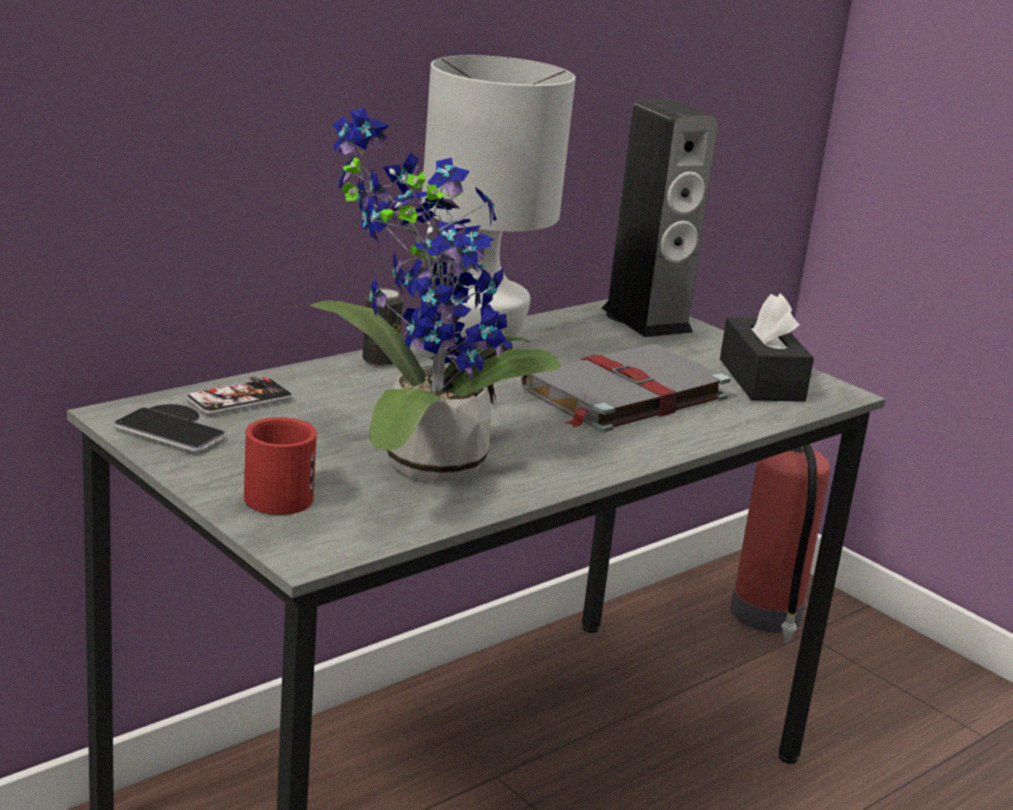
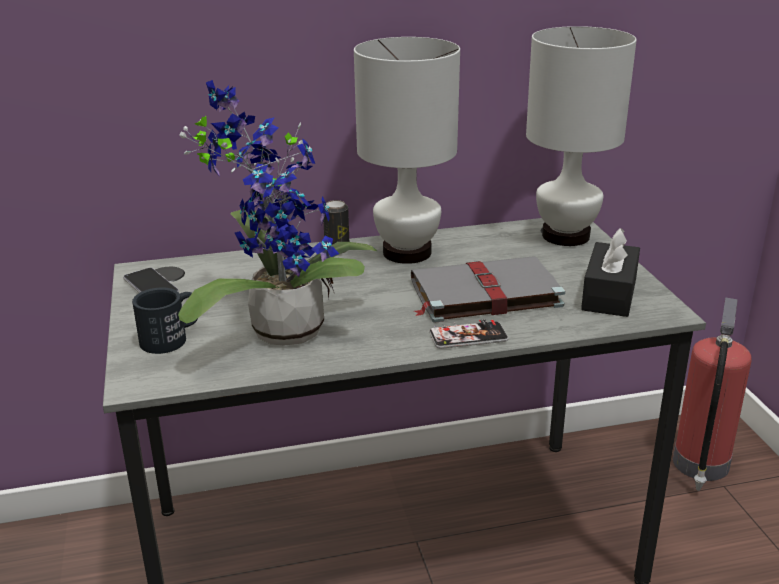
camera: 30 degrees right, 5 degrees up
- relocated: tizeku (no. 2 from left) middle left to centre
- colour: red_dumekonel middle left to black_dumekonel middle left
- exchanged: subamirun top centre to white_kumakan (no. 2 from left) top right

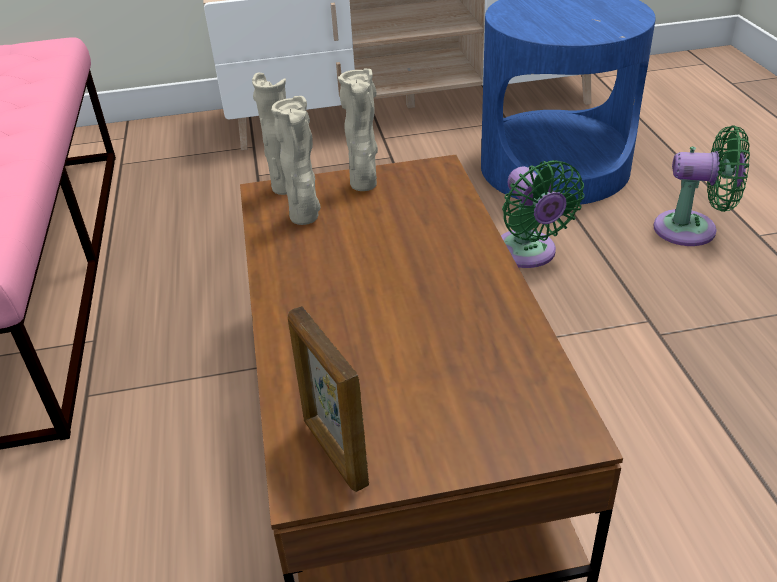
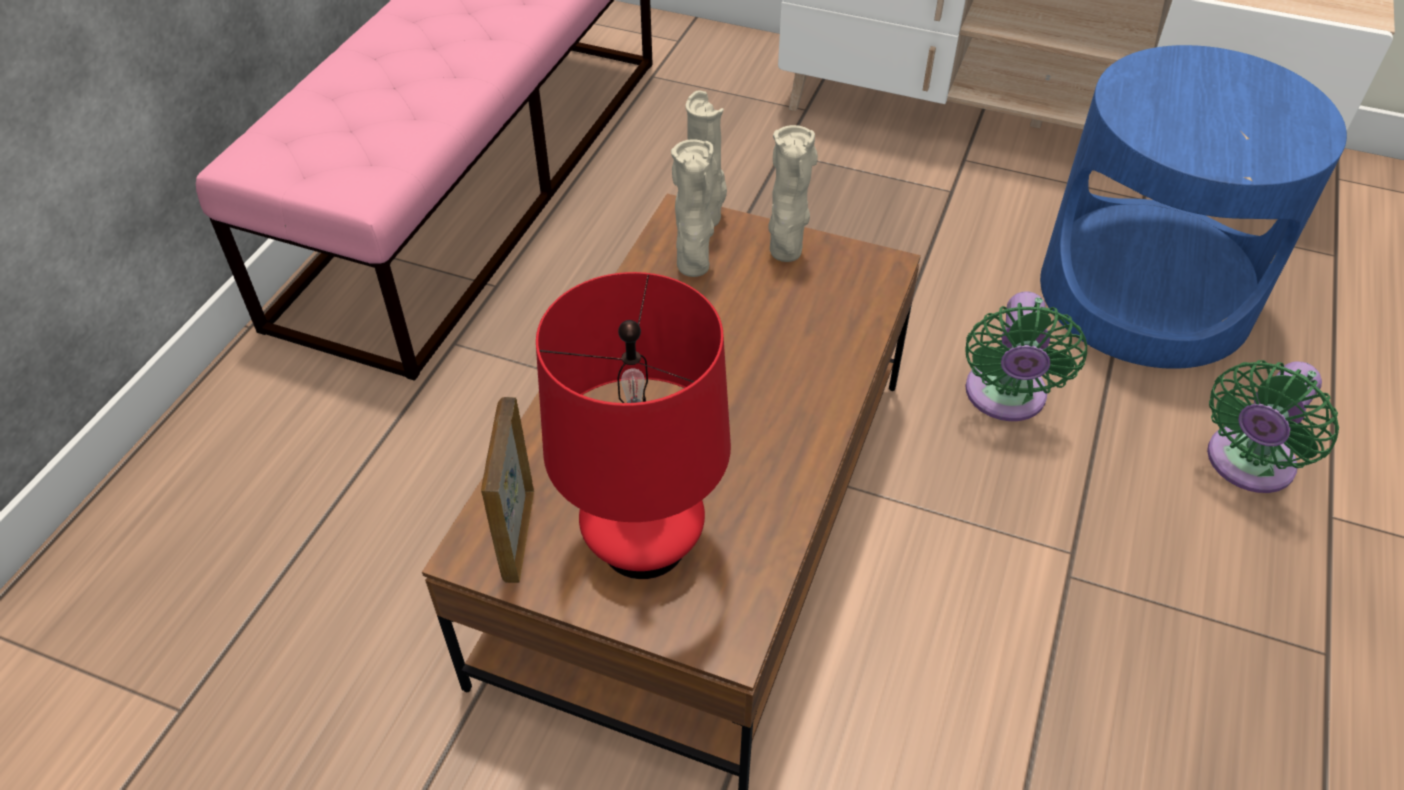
camera: 30 degrees right, 10 degrees up
- spun: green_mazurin (no. 2 from left) top right = middle right 90 degrees clockwise
- appeared: red_kumakan centre

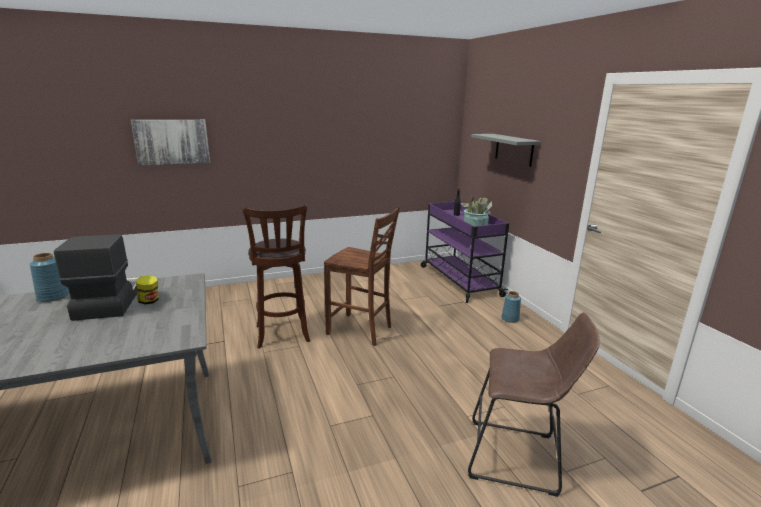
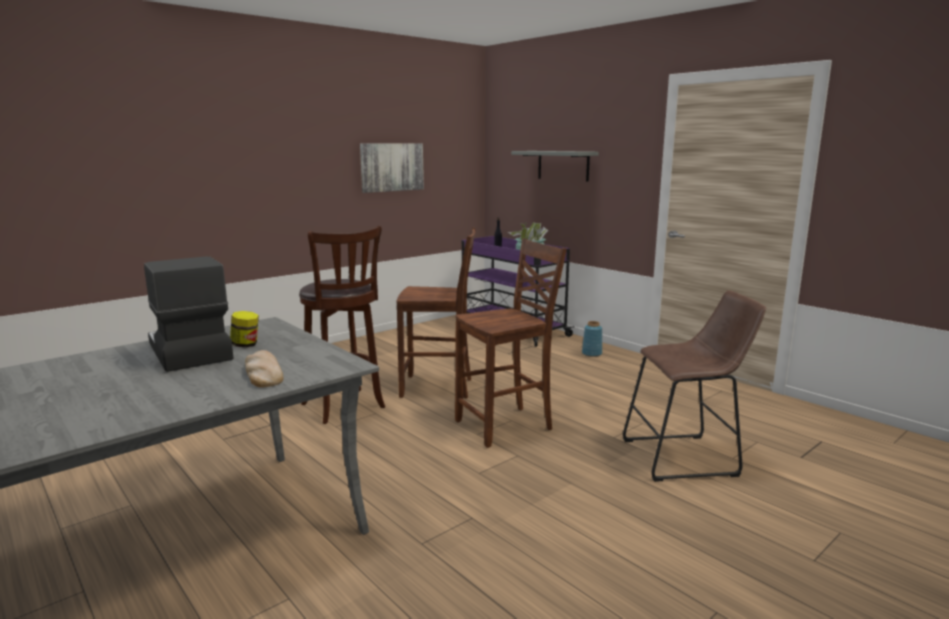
camera: 20 degrees left, 5 degrees down
- missing: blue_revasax (no. 1 from left) middle left
- relocated: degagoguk top left to top centre
- appeared: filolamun middle left
- appeared: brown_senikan (no. 2 from left) centre

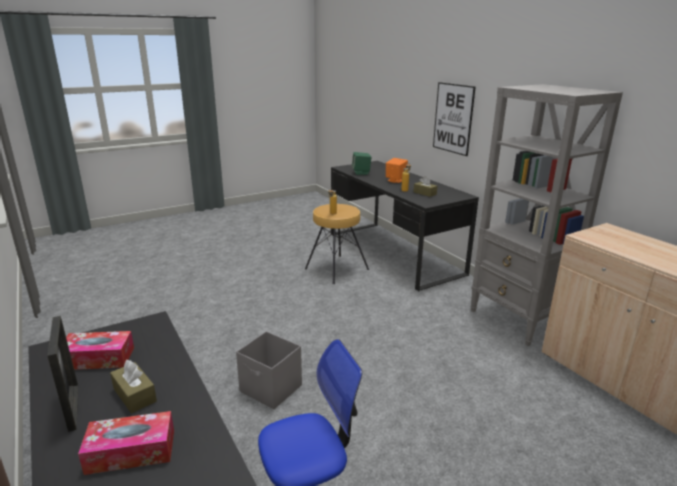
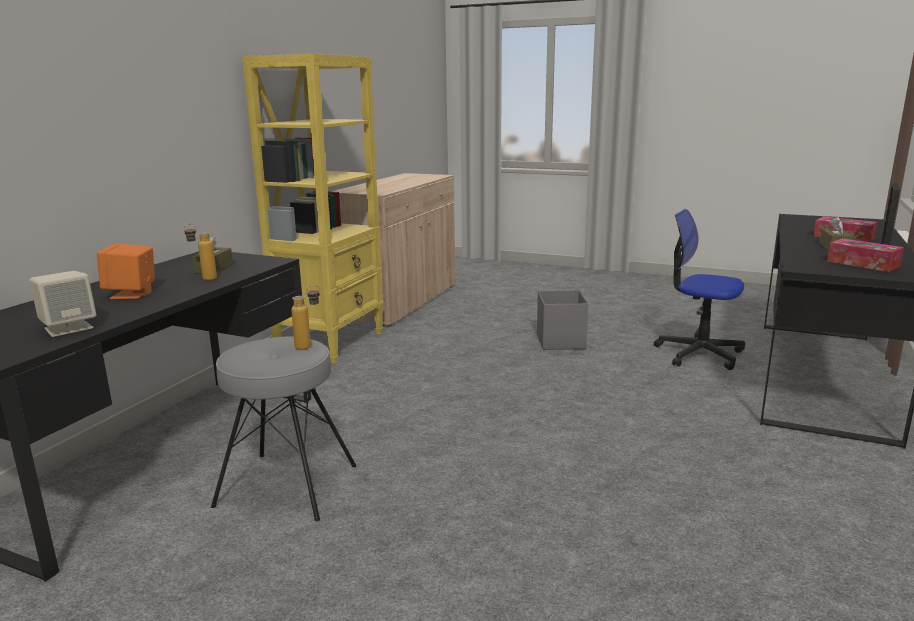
camera: 125 degrees left, 5 degrees down
- relocated: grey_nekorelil bottom centre to centre
- colour: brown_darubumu centre to grey_darubumu bottom left
- colour: green_subamirun centre to beige_subamirun middle left
- missing: degagoguk top right
- colour: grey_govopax middle right to yellow_govopax centre

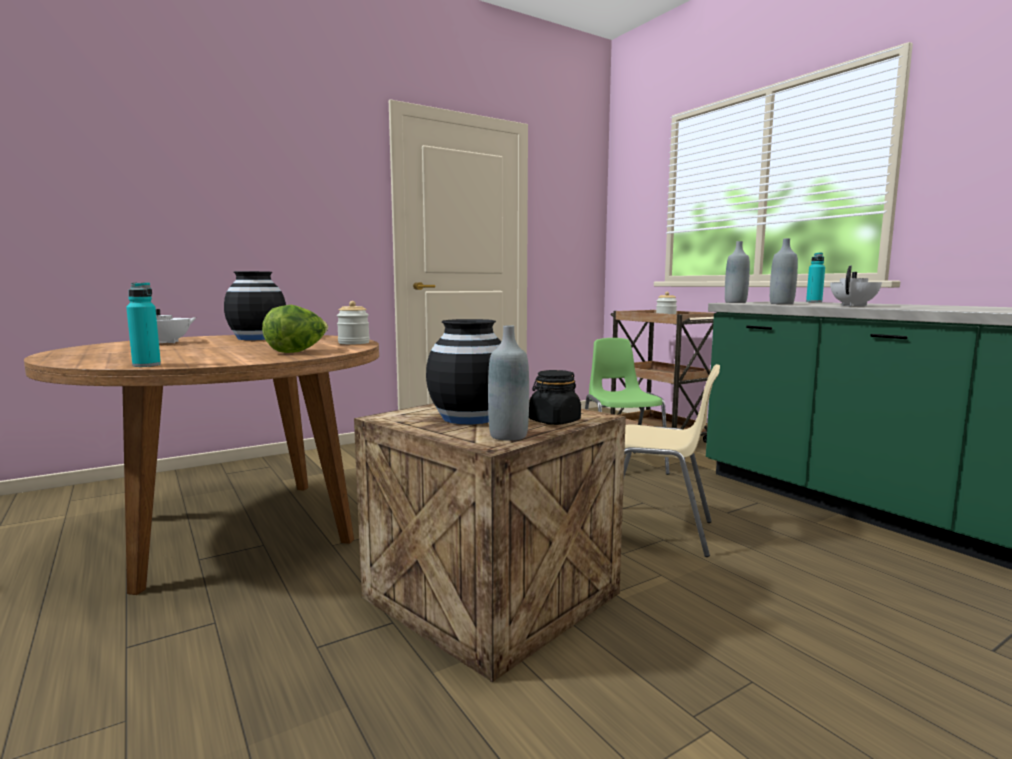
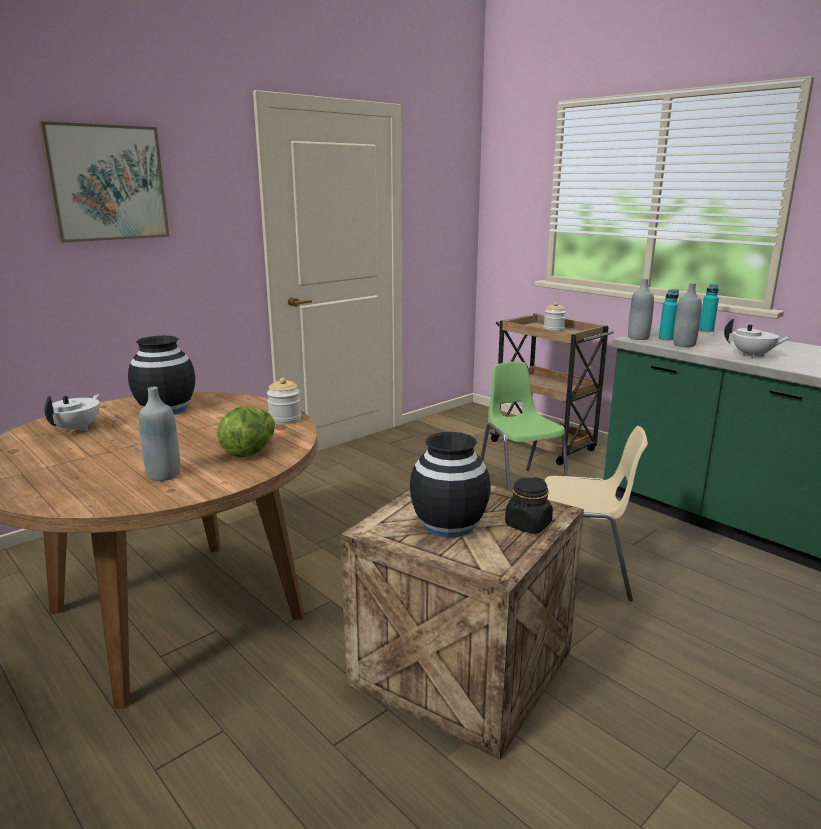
camera: 10 degrees left, 10 degrees up
- relocated: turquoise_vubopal (no. 1 from left) middle left to middle right
- relocated: grey_vubopal (no. 1 from left) centre to middle left
- spun: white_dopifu (no. 2 from left) middle right = middle right 75 degrees clockwise
- appeared: degagoguk top left

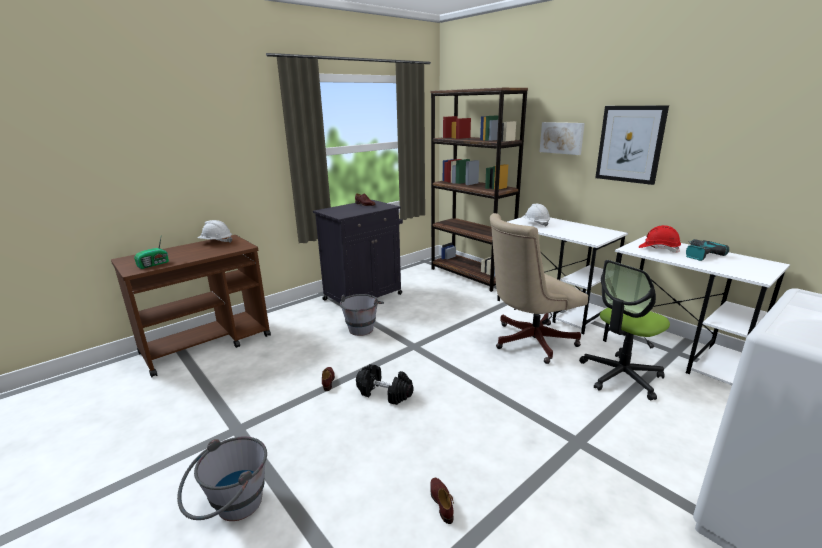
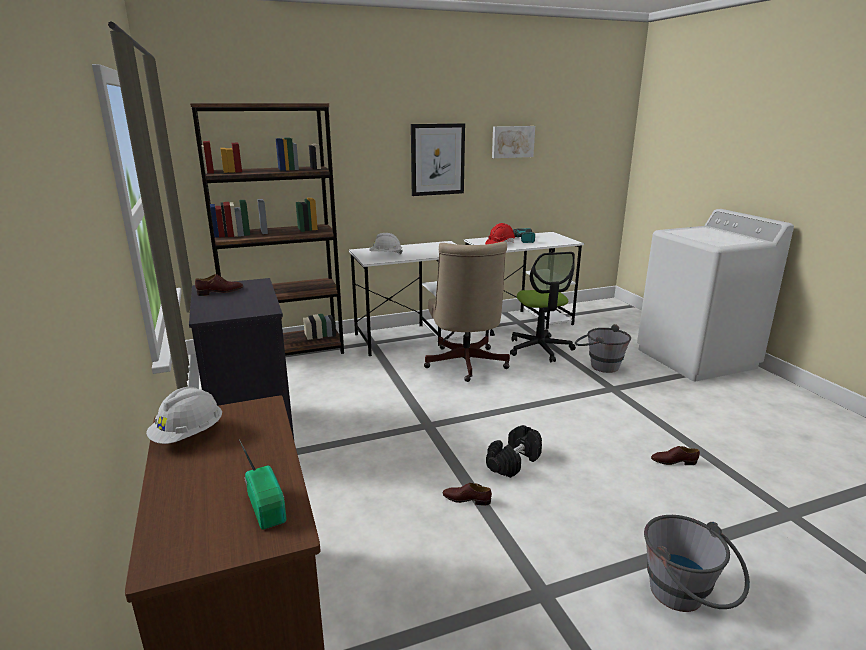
camera: 70 degrees left, 0 degrees up
- relocated: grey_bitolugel (no. 2 from left in the first image) centre to grey_bitolugel (no. 1 from left) middle right
- relocated: degagoguk (no. 1 from left in the first image) top right to degagoguk (no. 2 from left) top centre

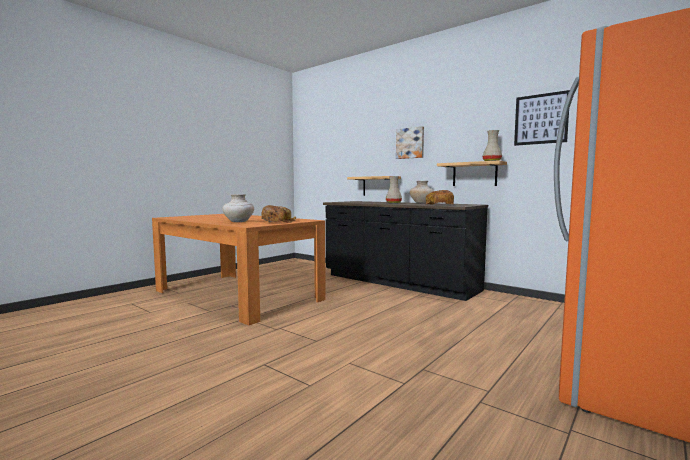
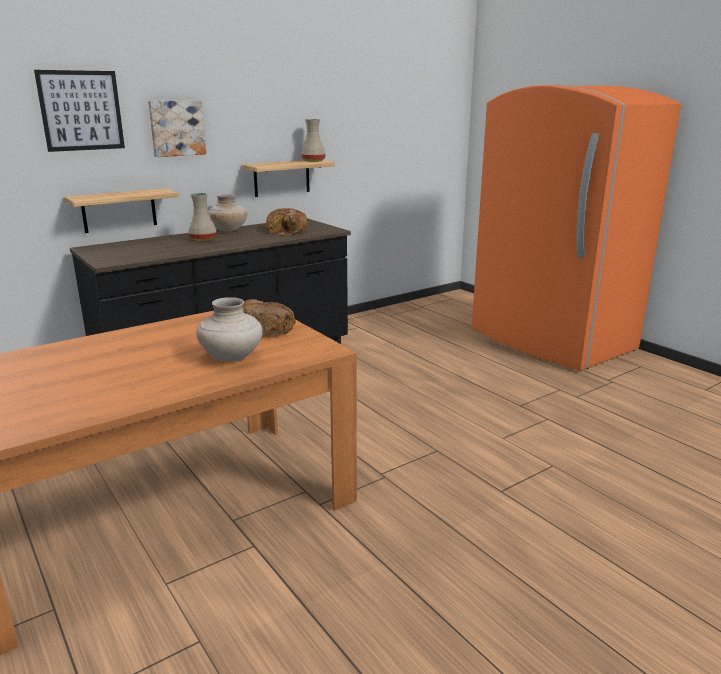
camera: 75 degrees left, 15 degrees up
- relocated: degagoguk (no. 2 from left in the first image) top right to degagoguk (no. 1 from left) top left

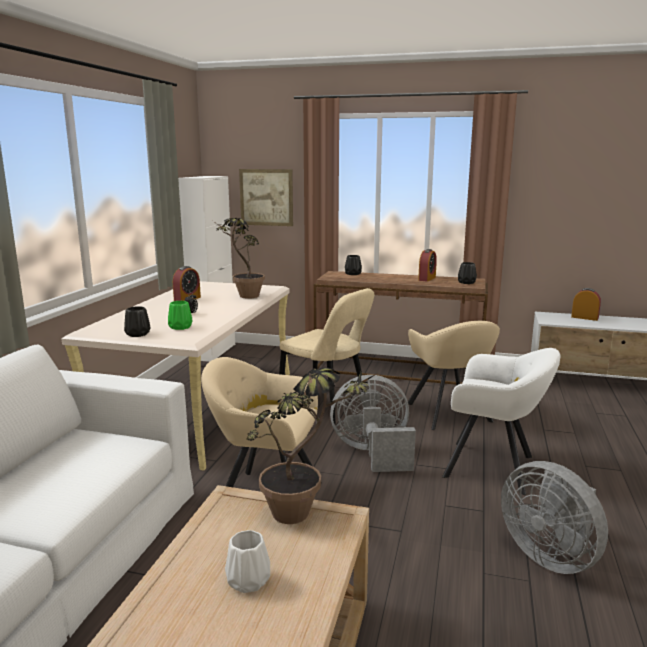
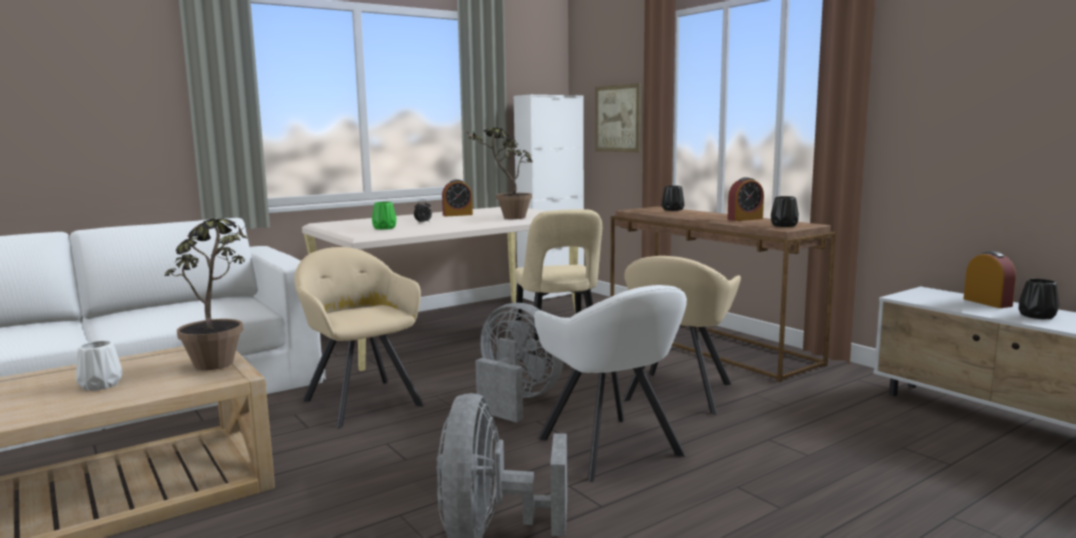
camera: 40 degrees right, 5 degrees down
- relocated: black_revasax (no. 1 from left in the first image) middle left to black_revasax (no. 3 from left) middle right

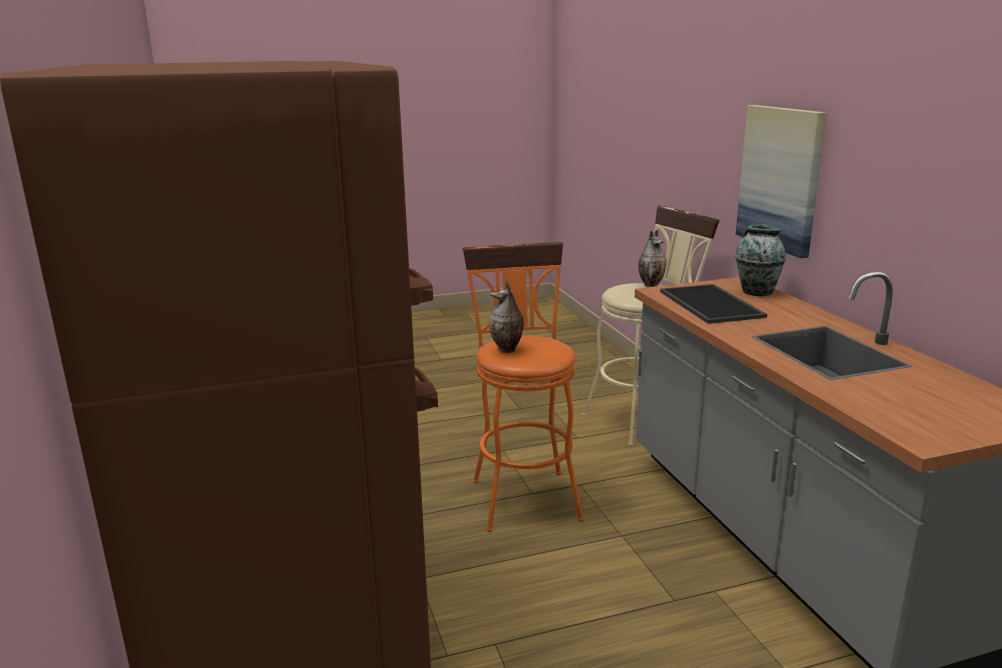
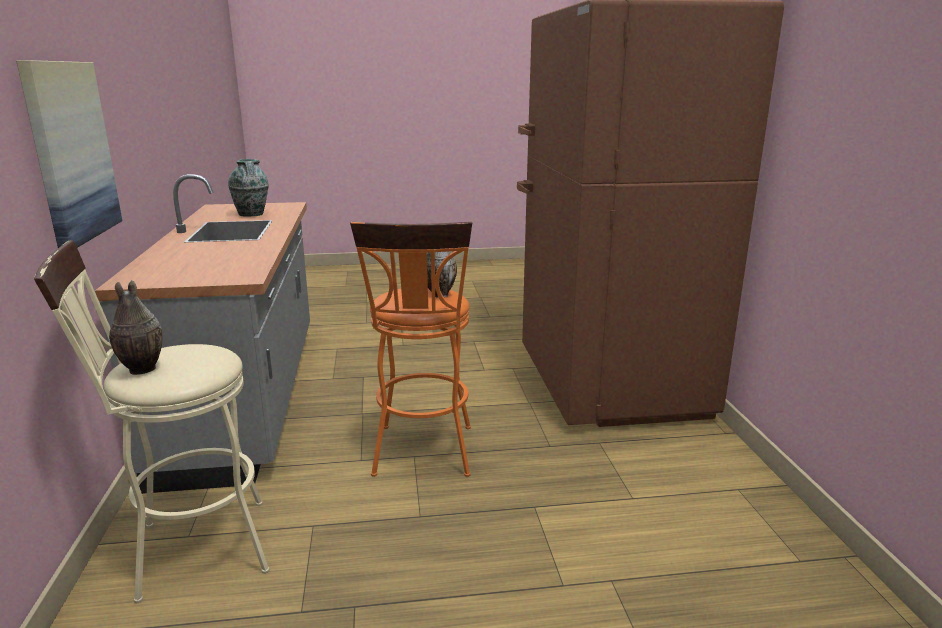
camera: 170 degrees left, 0 degrees up
- missing: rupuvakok middle right
- relocated: revasax (no. 3 from left in the first image) middle right to revasax (no. 2 from left) top left

